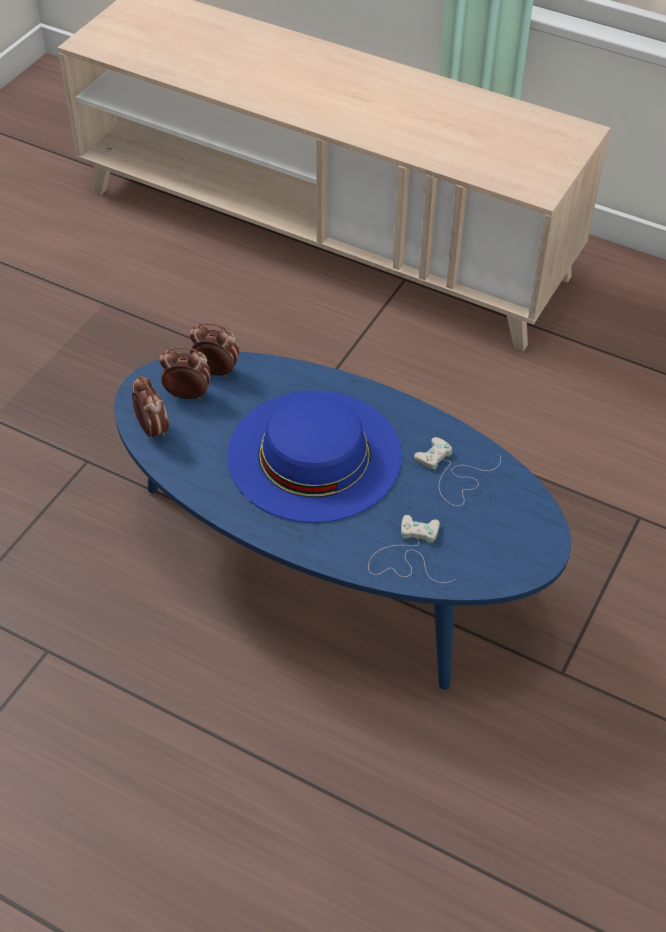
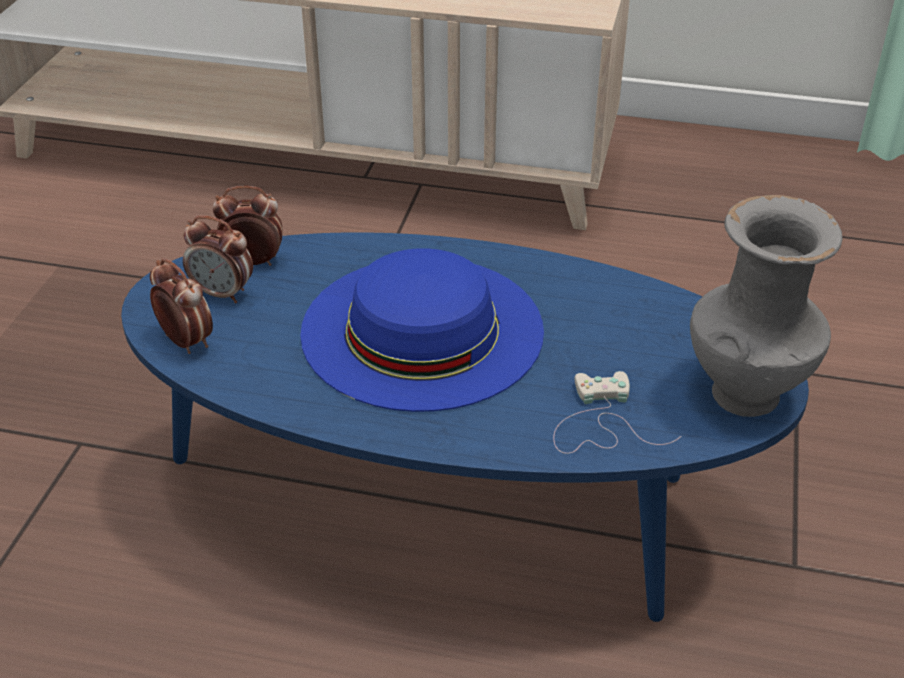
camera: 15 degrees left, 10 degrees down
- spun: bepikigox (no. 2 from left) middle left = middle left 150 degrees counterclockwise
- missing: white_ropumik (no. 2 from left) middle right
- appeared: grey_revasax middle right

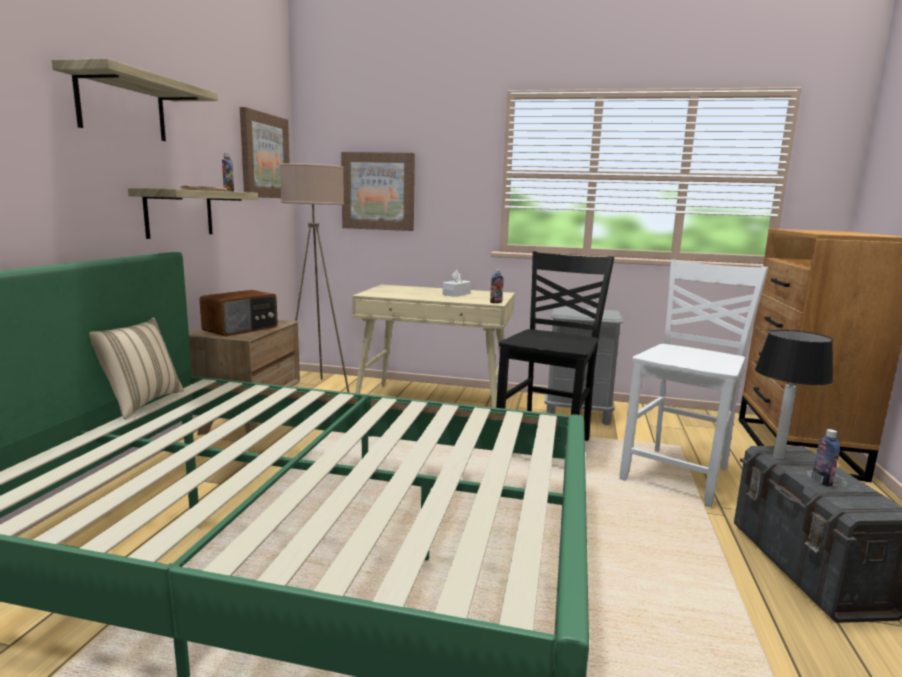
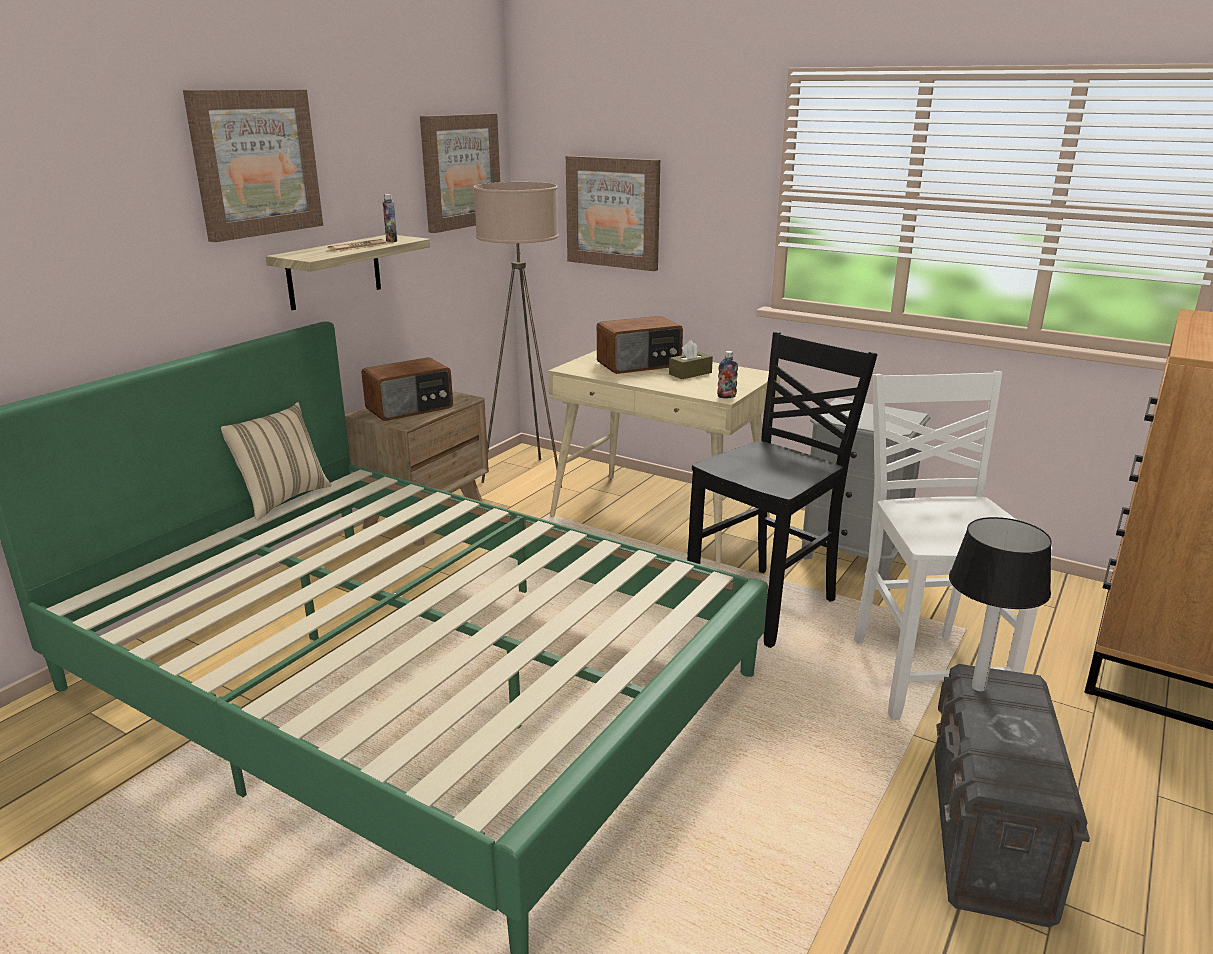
camera: 20 degrees right, 10 degrees up
- exchanged: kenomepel (no. 1 from left) top left to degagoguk (no. 1 from left) top left
- colour: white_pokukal centre to brown_pokukal centre
- spun: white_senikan middle right = middle right 60 degrees counterclockwise
- missing: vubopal (no. 3 from left) bottom right
- appeared: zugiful (no. 2 from left) centre

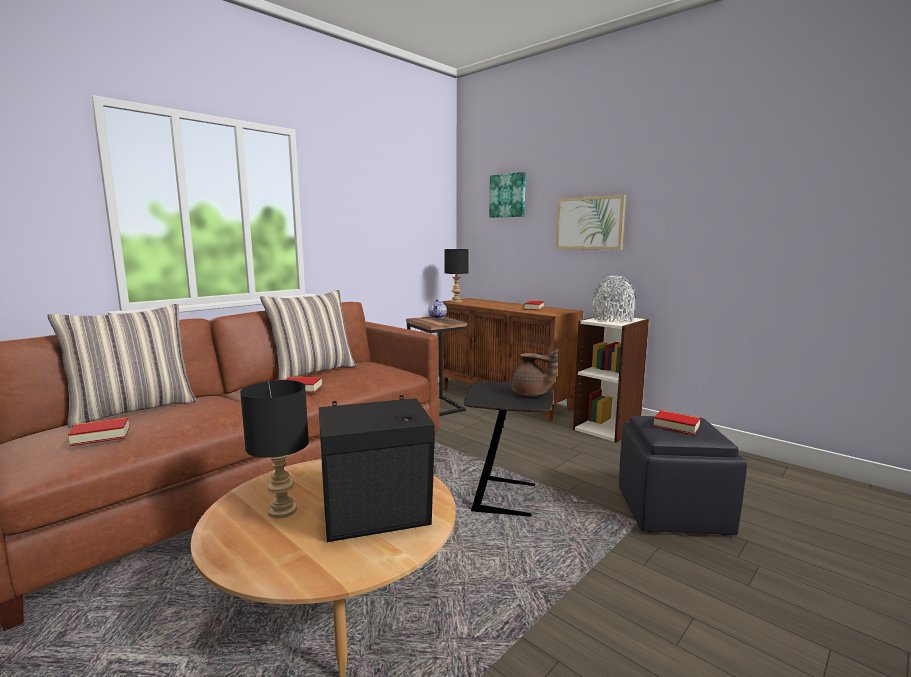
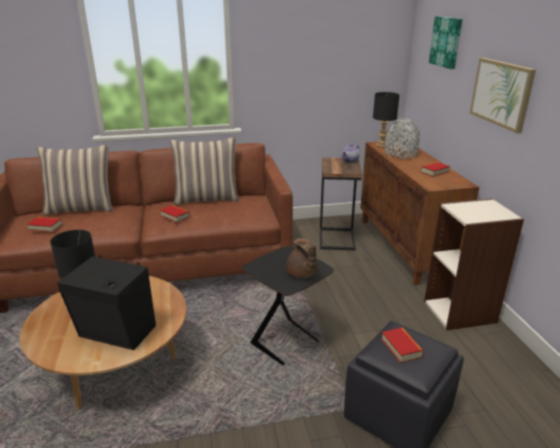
camera: 35 degrees right, 15 degrees up
- relocated: grey_revasax middle right to top right

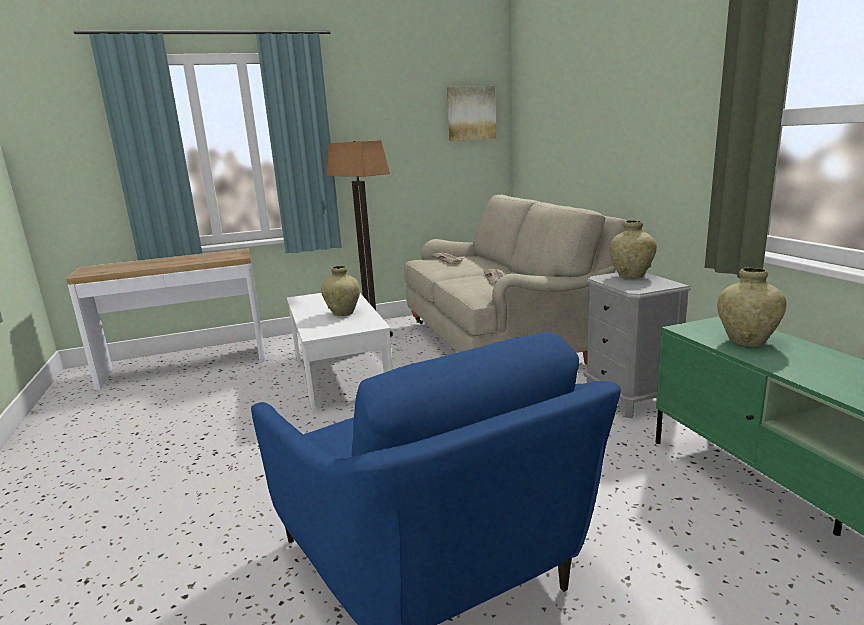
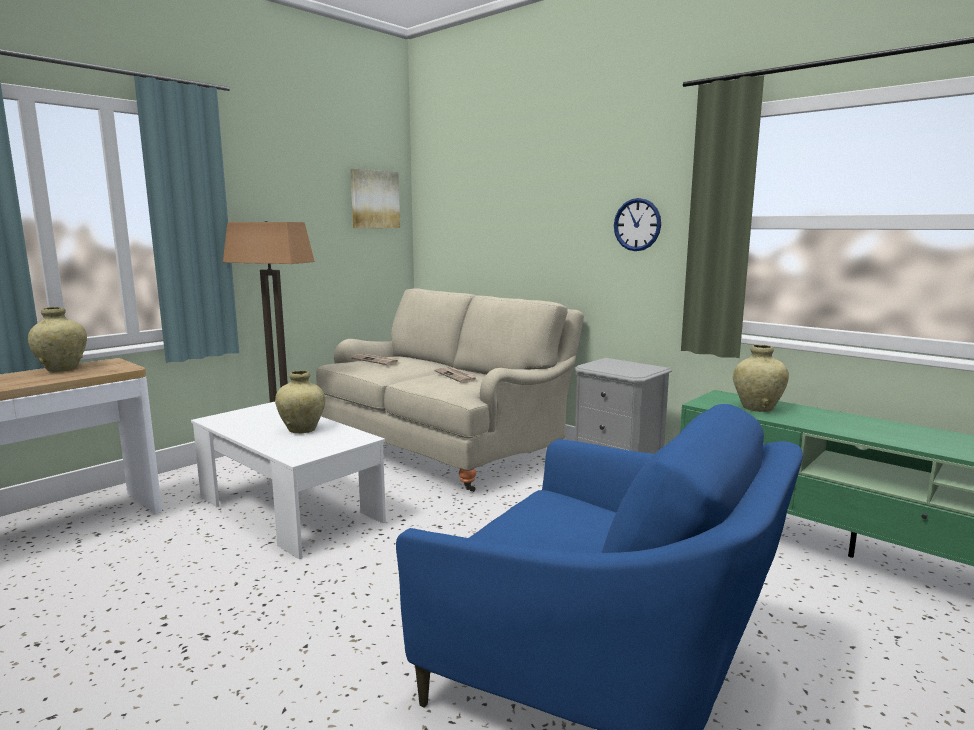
camera: 30 degrees left, 5 degrees down
- relocated: beige_revasax (no. 2 from left in the first image) middle right to beige_revasax (no. 1 from left) middle left
- appeared: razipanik top centre

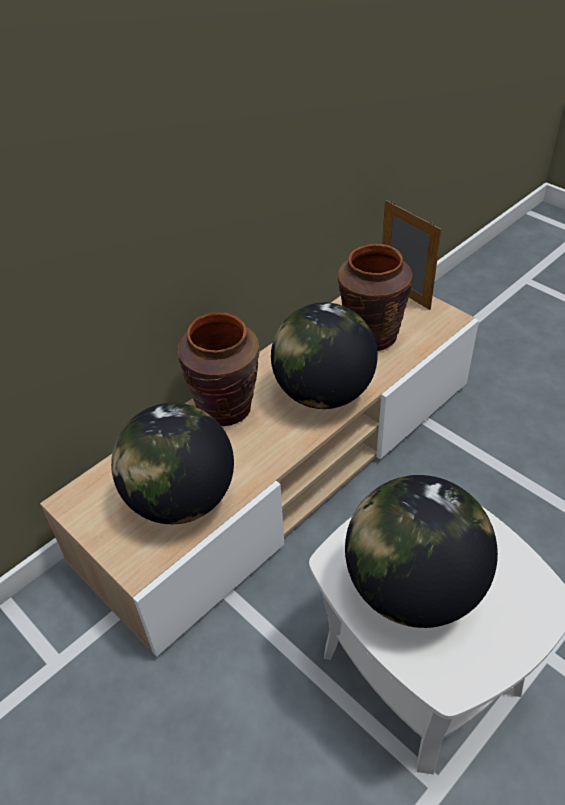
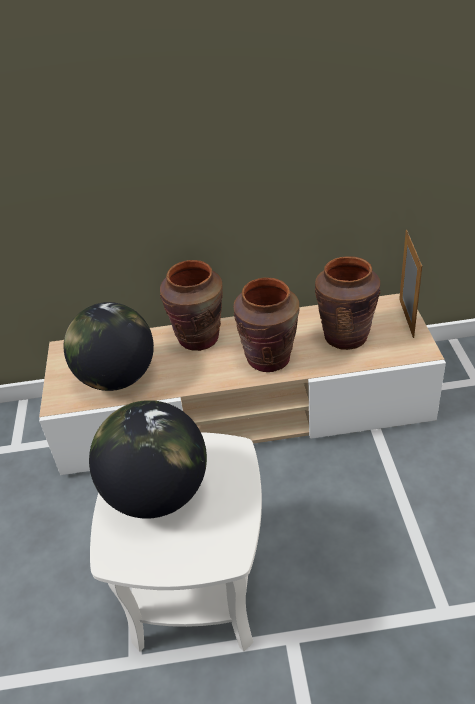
camera: 40 degrees right, 5 degrees down
- exchanged: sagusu (no. 2 from left) centre to brown_revasax (no. 2 from left) centre

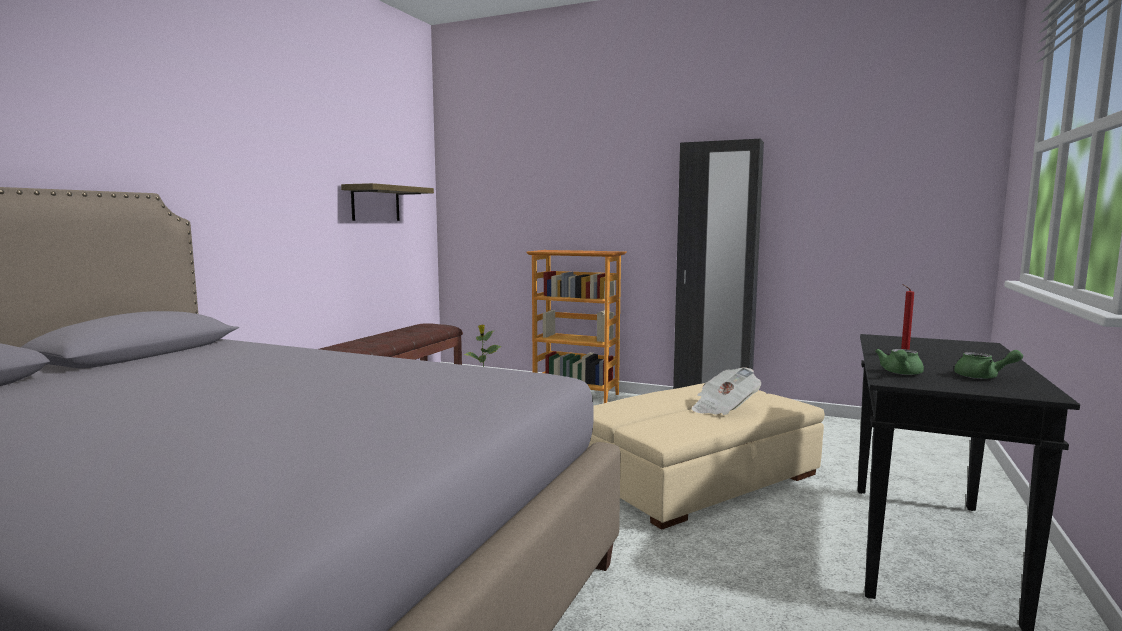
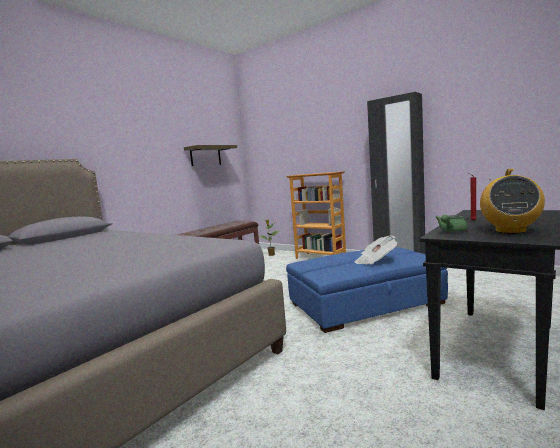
camera: 15 degrees right, 0 degrees up
- colour: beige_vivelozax bottom centre to blue_vivelozax centre
- exchanged: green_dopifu (no. 2 from left) middle right to zugiful middle right

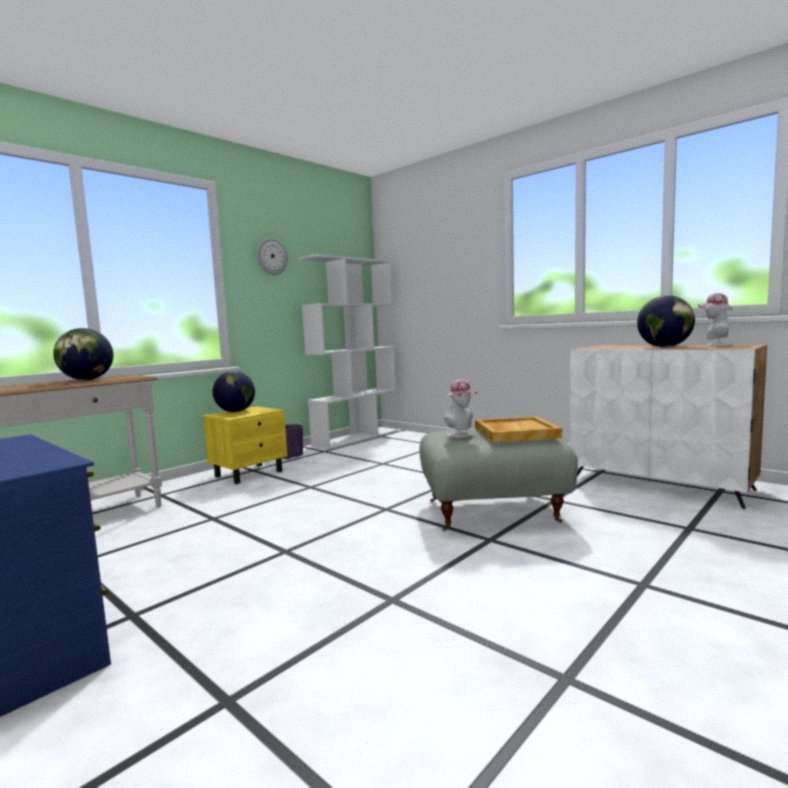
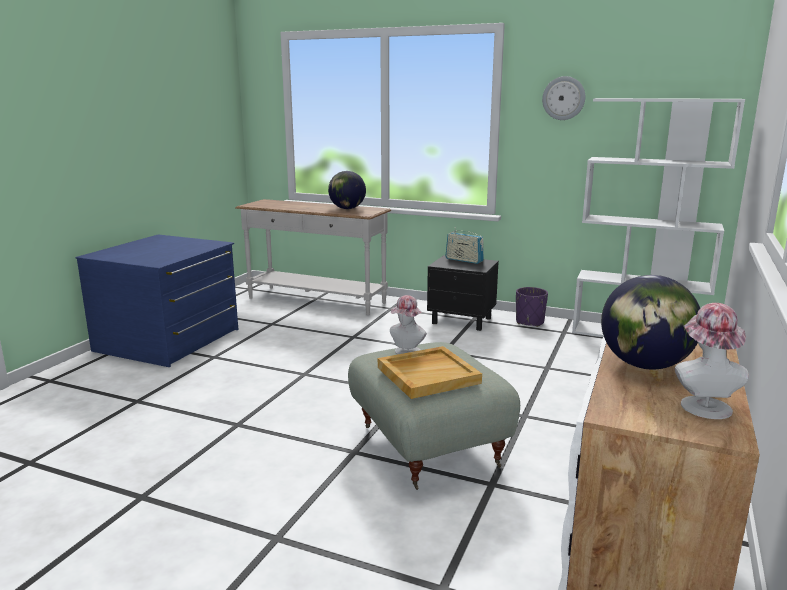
camera: 70 degrees right, 10 degrees up
- colour: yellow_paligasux middle left to black_paligasux centre
- exchanged: sagusu (no. 2 from left) middle left to zugiful centre

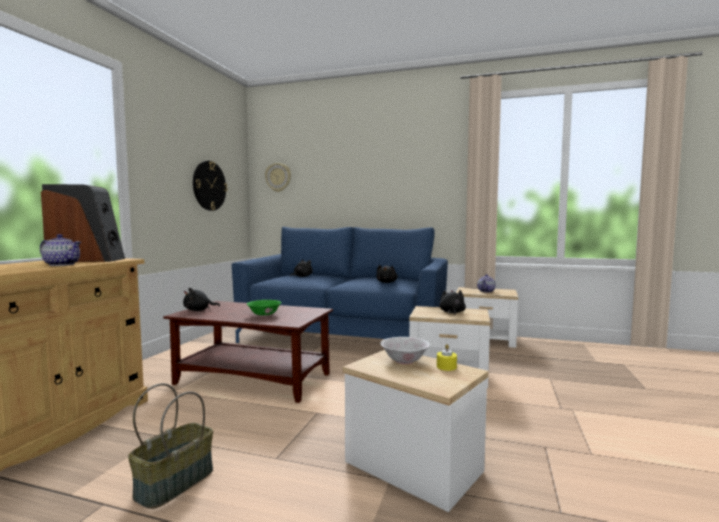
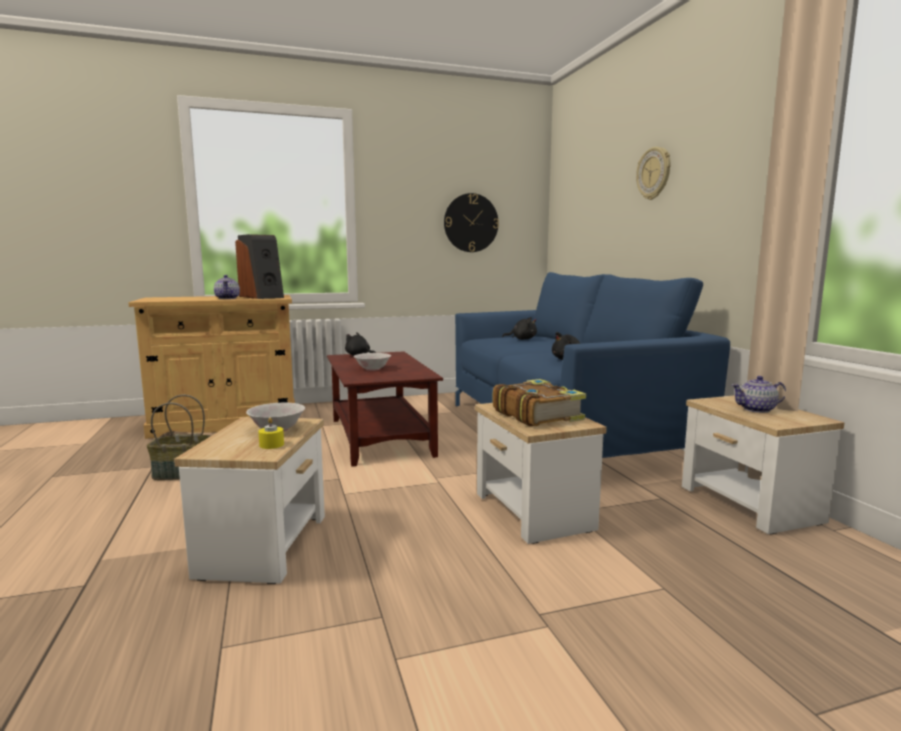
camera: 55 degrees right, 5 degrees up
- colour: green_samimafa centre to white_samimafa (no. 2 from left) centre
- relocated: razipanik (no. 2 from left) centre to top right
- exchanged: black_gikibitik (no. 4 from left) centre to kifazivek centre

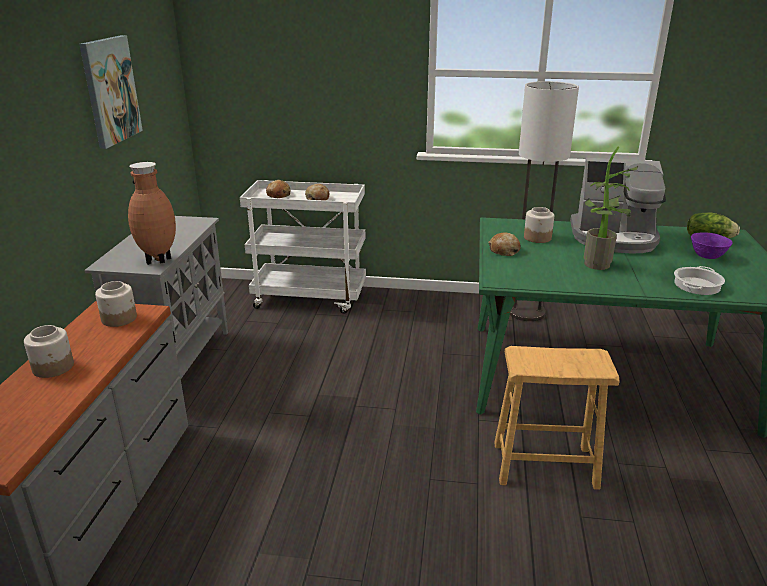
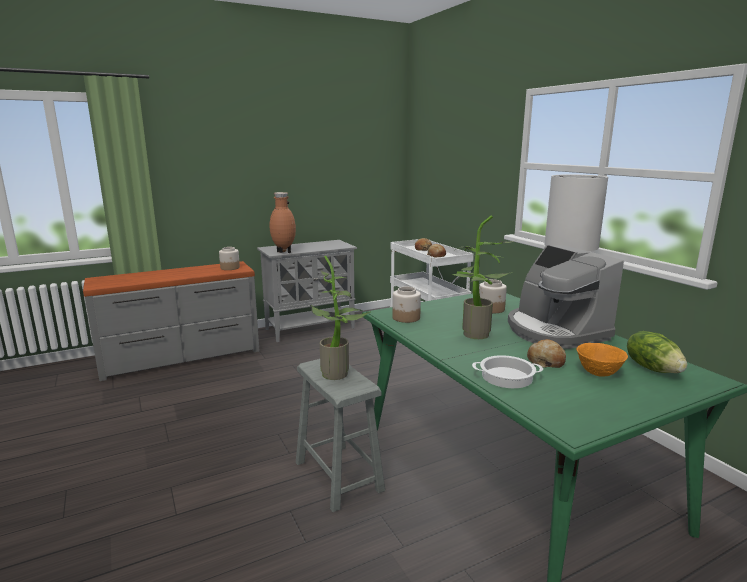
camera: 55 degrees right, 10 degrees down
- relocated: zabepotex (no. 1 from left in the first image) middle left to zabepotex (no. 2 from left) centre
- missing: degagoguk top left
- relocated: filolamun (no. 3 from left) centre to middle right
- colour: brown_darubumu bottom right to grey_darubumu bottom centre
- colour: purple_samimafa middle right to orange_samimafa middle right
- appeared: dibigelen (no. 1 from left) centre

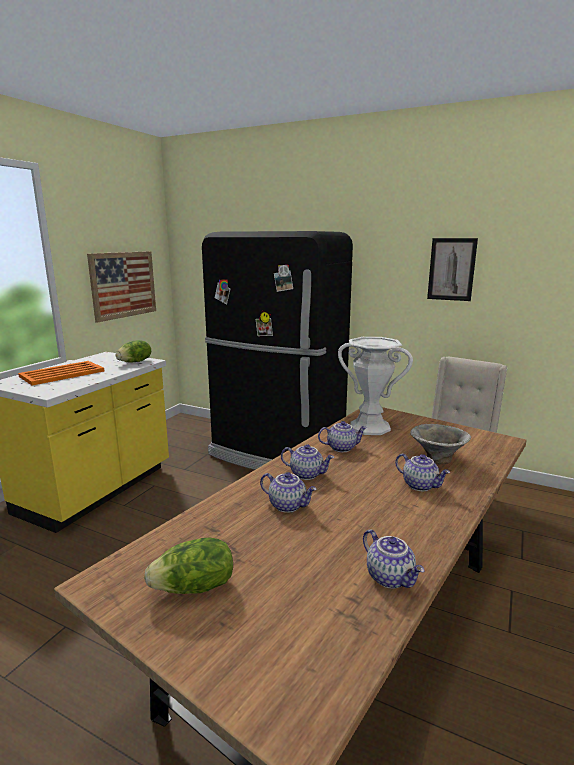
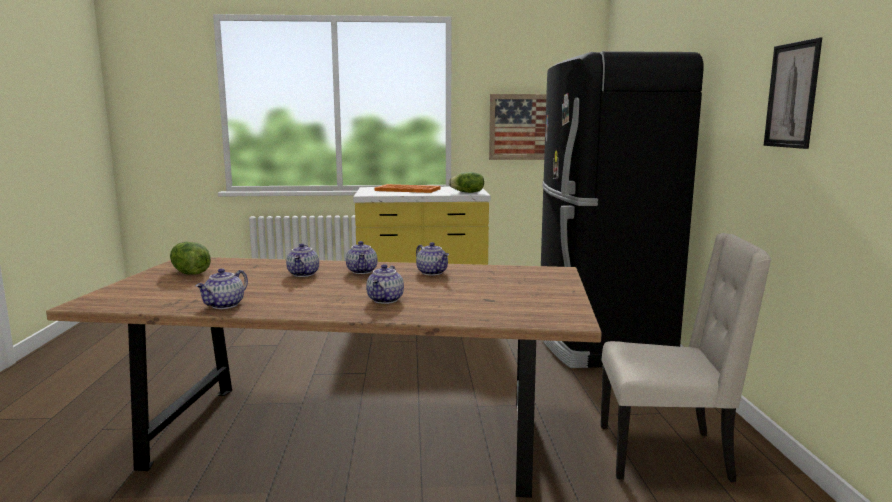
camera: 60 degrees right, 5 degrees down
- missing: white_revasax centre
- missing: samimafa middle right

